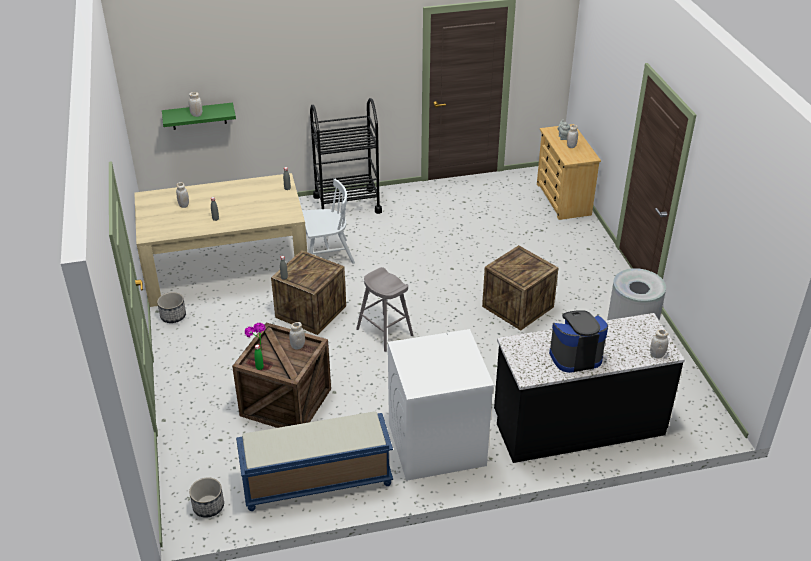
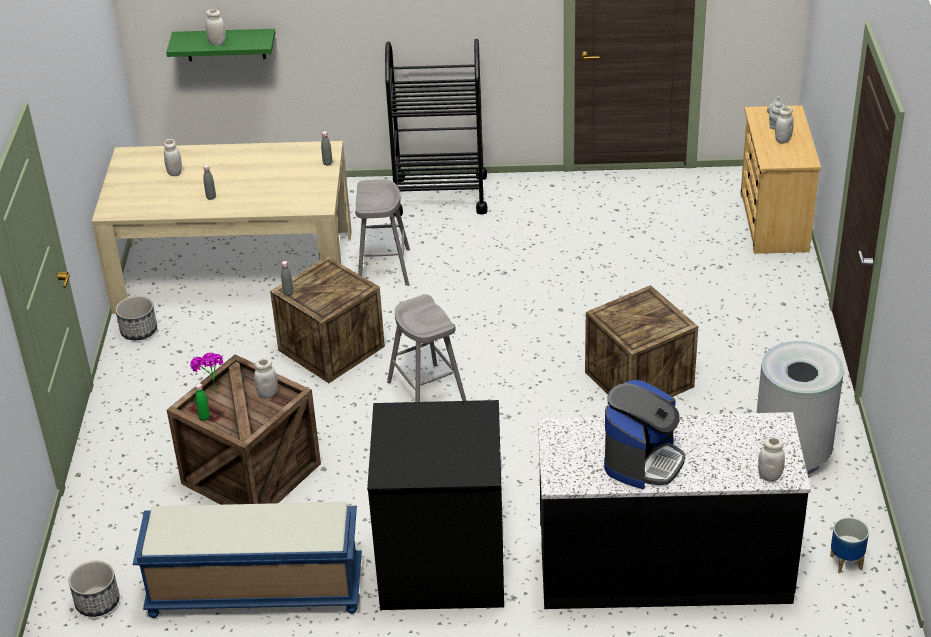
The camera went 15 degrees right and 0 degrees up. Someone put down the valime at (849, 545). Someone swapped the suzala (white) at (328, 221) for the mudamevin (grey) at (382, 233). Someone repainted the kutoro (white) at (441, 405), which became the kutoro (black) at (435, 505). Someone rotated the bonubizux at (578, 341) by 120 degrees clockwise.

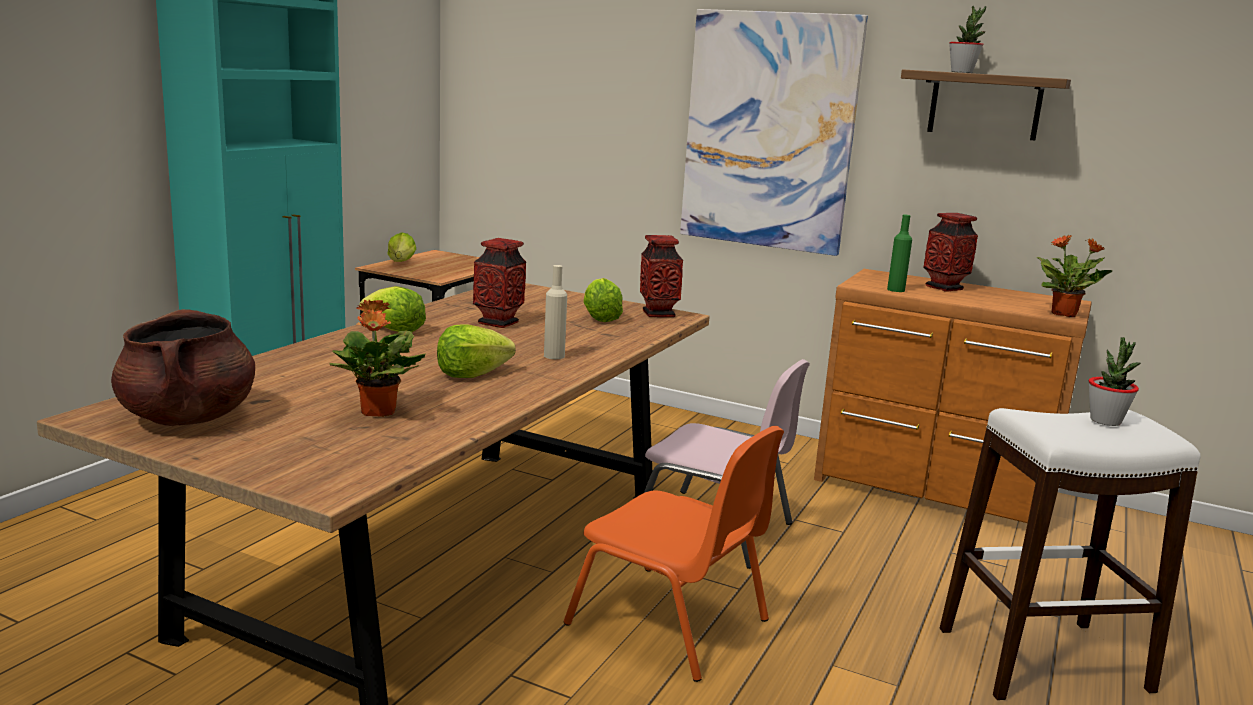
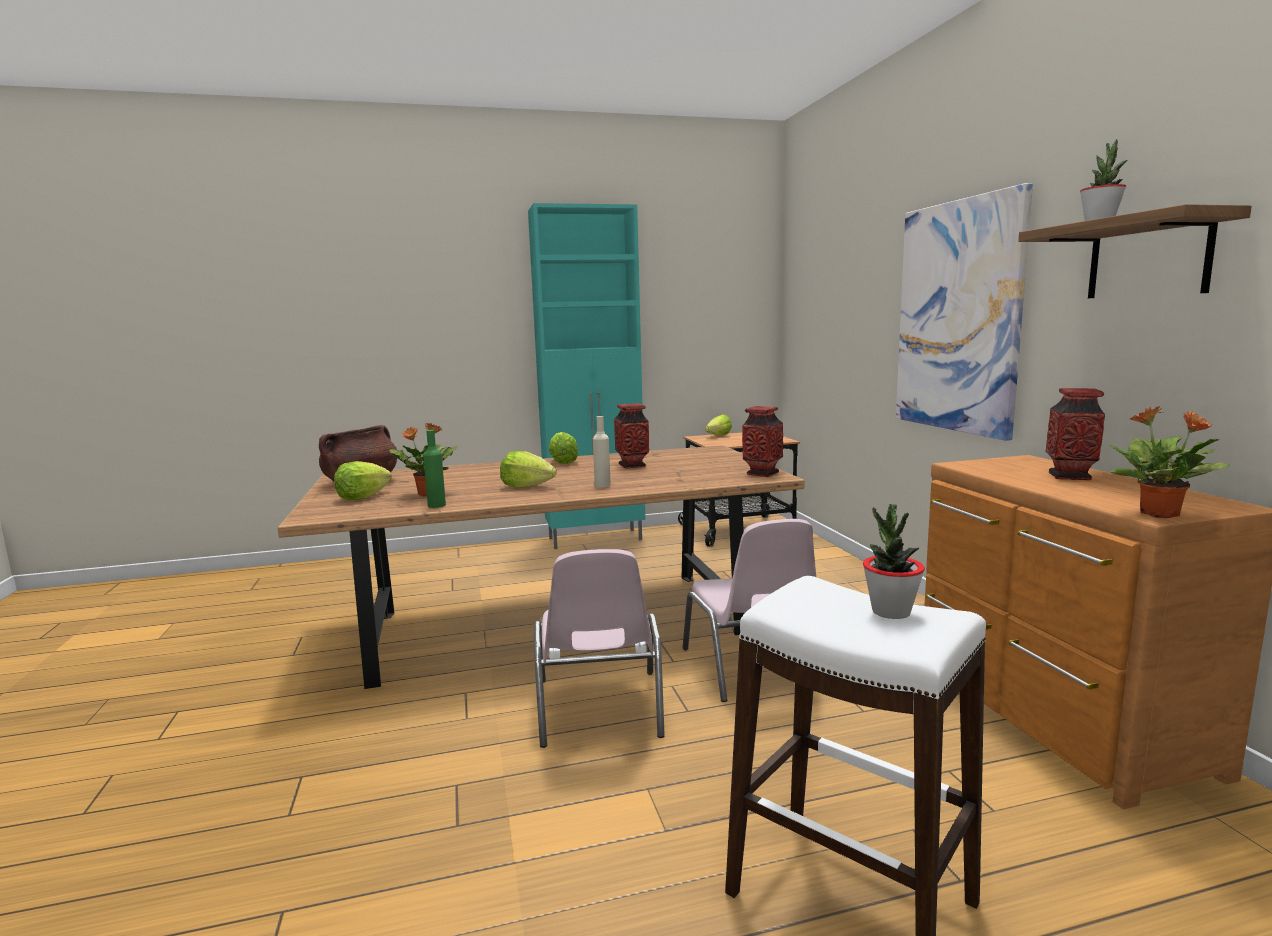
The camera went 50 degrees right and 5 degrees down. Someone carried the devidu from (603, 300) to (363, 480). Someone carried the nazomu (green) from (899, 253) to (434, 469). Someone repainted the suzala (orange) at (674, 554), which became the suzala (pink) at (599, 648).

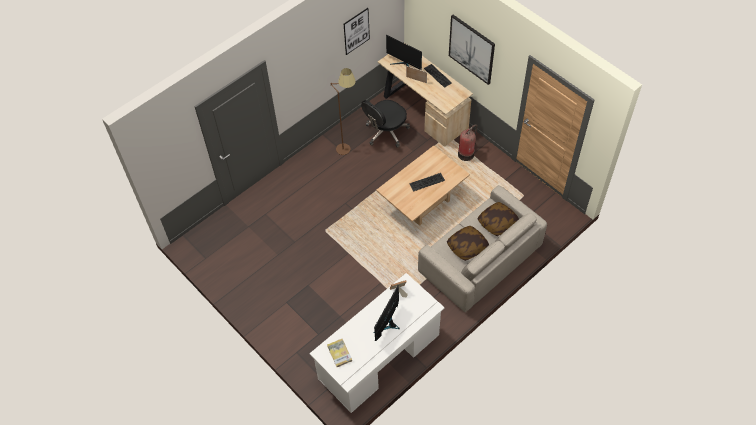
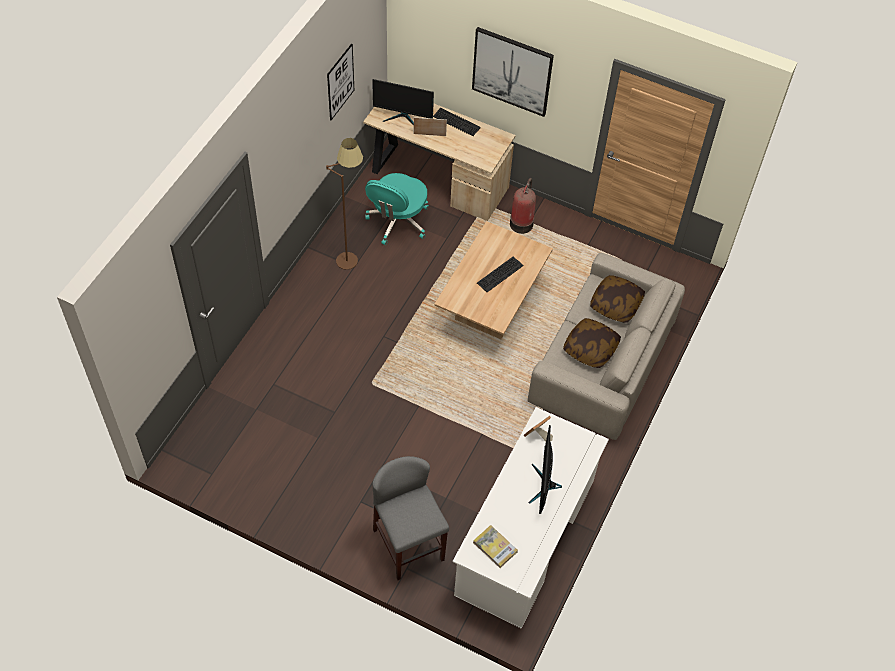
The camera went 25 degrees left and 0 degrees up. Someone put down the mudamevin (grey) at (411, 518). Someone repainted the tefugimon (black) at (385, 124), which became the tefugimon (turquoise) at (397, 209).

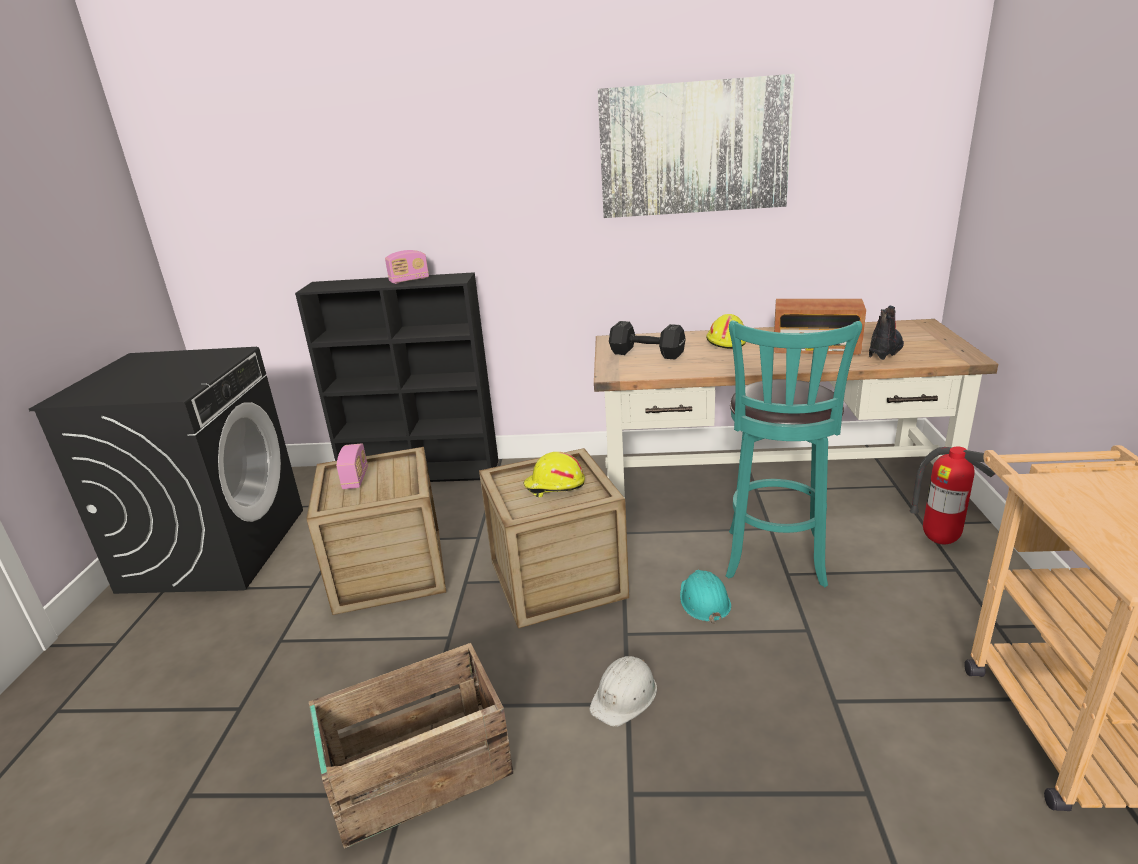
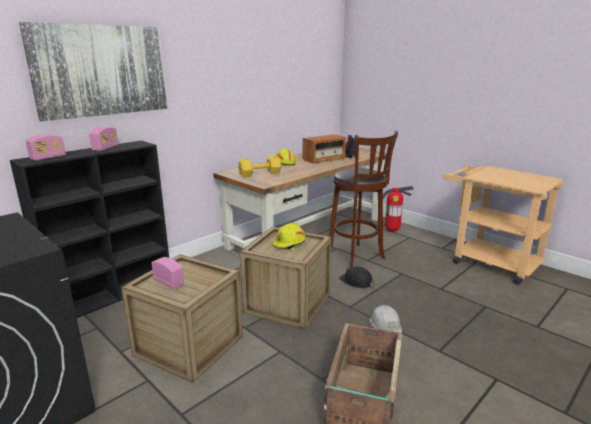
The camera went 50 degrees left and 5 degrees down. Someone put down the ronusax at (46, 147). Someone carried the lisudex from (696, 146) to (93, 71). Someone repainted the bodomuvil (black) at (647, 340), which became the bodomuvil (yellow) at (259, 166). Someone repainted the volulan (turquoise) at (705, 597), which became the volulan (black) at (357, 277). Someone repainted the mudamevin (turquoise) at (794, 453), which became the mudamevin (brown) at (363, 199).

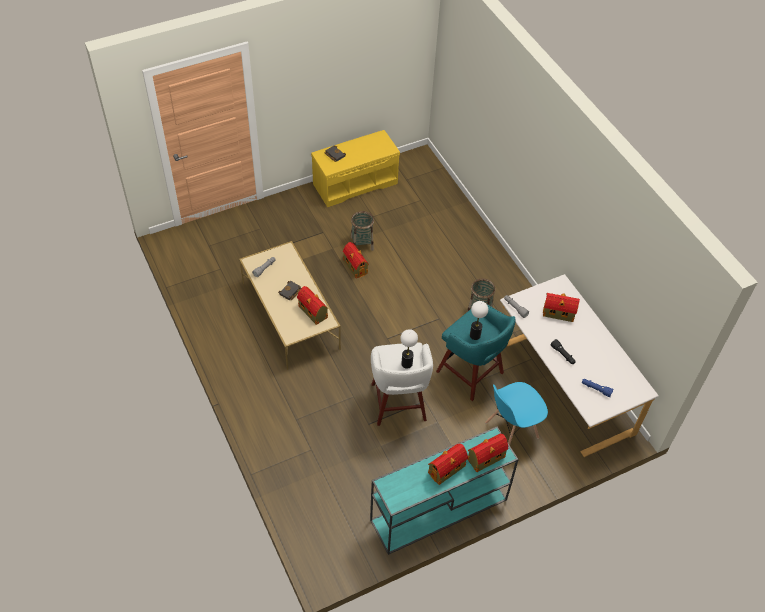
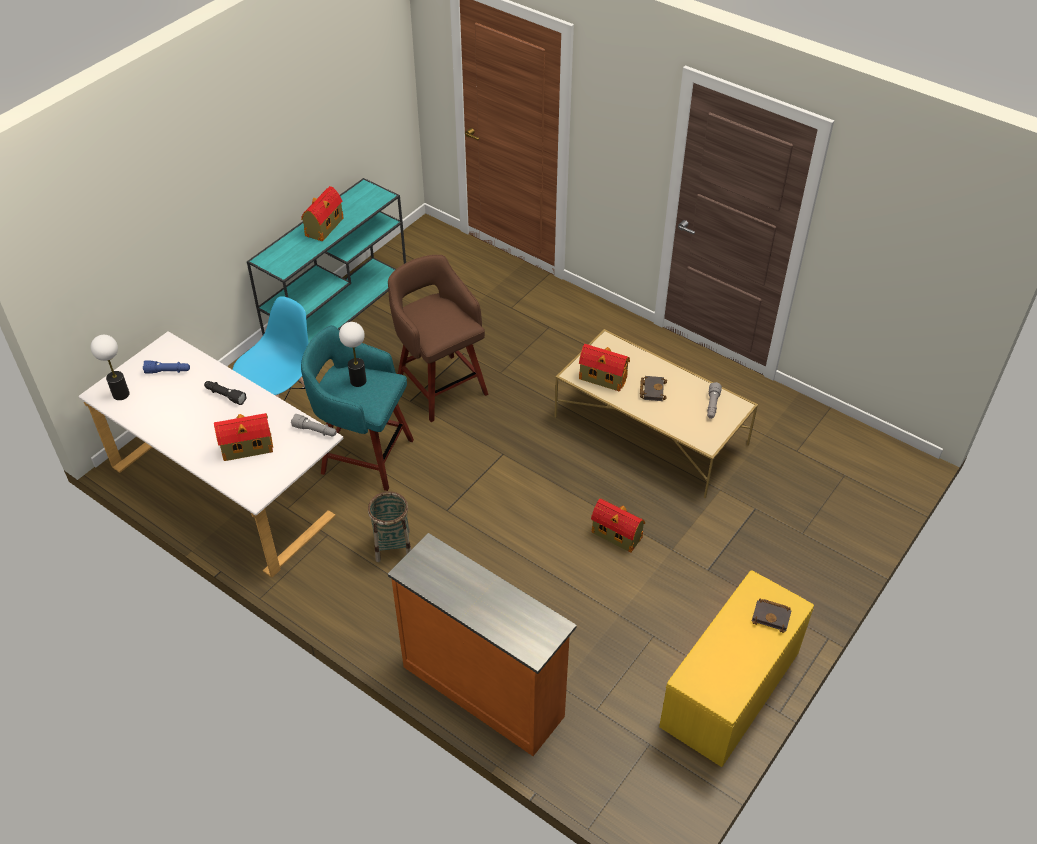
The camera went 155 degrees right and 5 degrees down. Someone took away the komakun at (362, 231). Someone took away the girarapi at (487, 453). Someone put down the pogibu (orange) at (482, 644). Someone carried the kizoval from (409, 349) to (110, 367). Someone repainted the mudamevin (white) at (402, 384), which became the mudamevin (brown) at (438, 338).

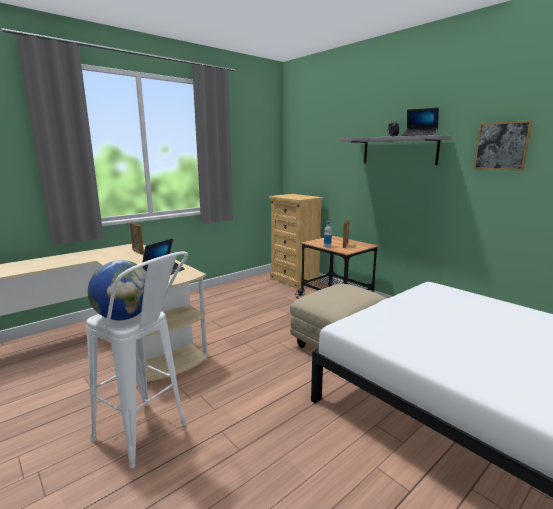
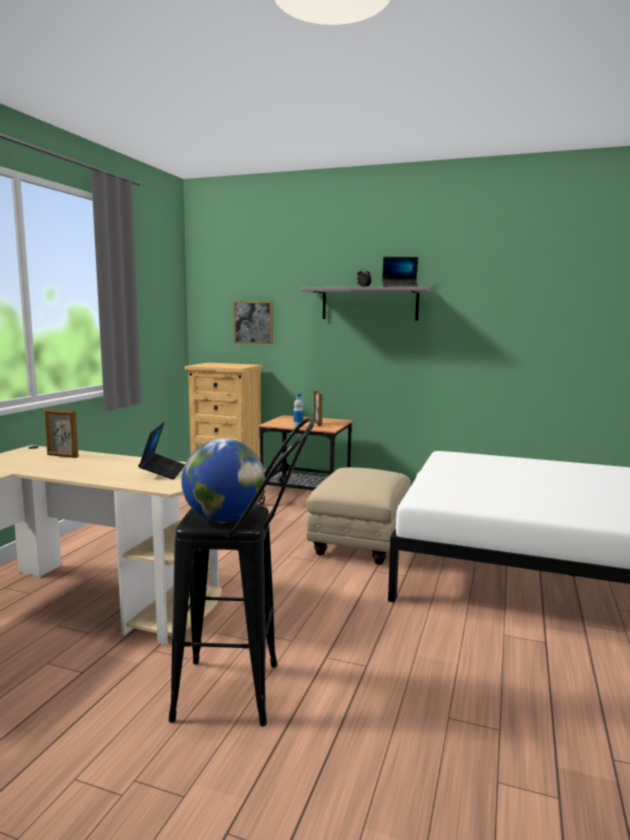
The camera went 30 degrees left and 5 degrees down. Someone carried the lisudex from (503, 145) to (253, 322). Someone repainted the mudamevin (white) at (137, 359), which became the mudamevin (black) at (242, 571).

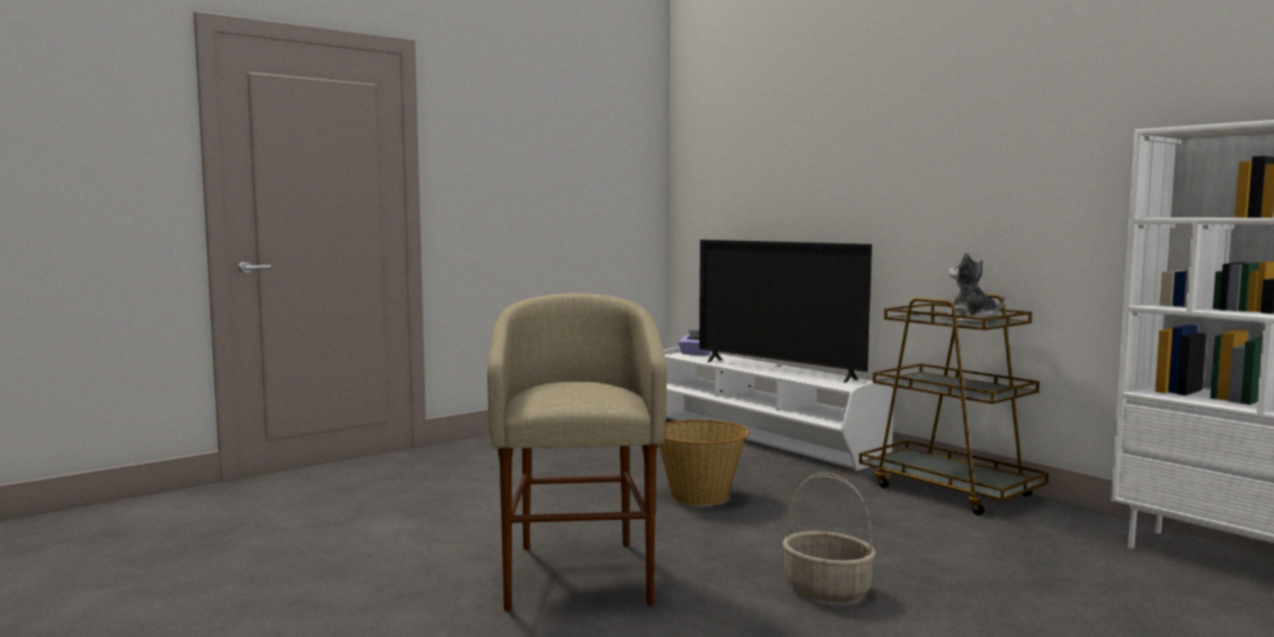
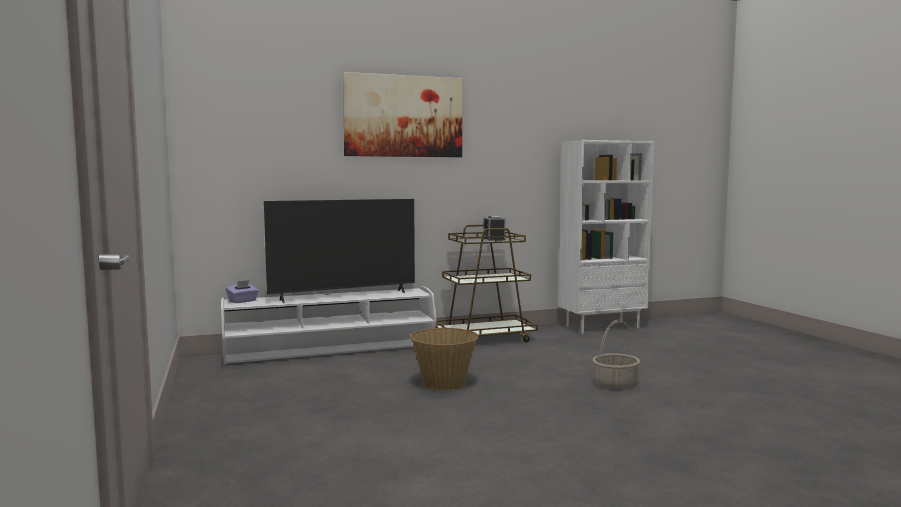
The camera went 70 degrees left and 0 degrees up. Someone took away the mudamevin (beige) at (577, 452). Someone put up the lisudex at (402, 114). Someone swapped the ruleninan at (974, 287) for the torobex at (494, 228).

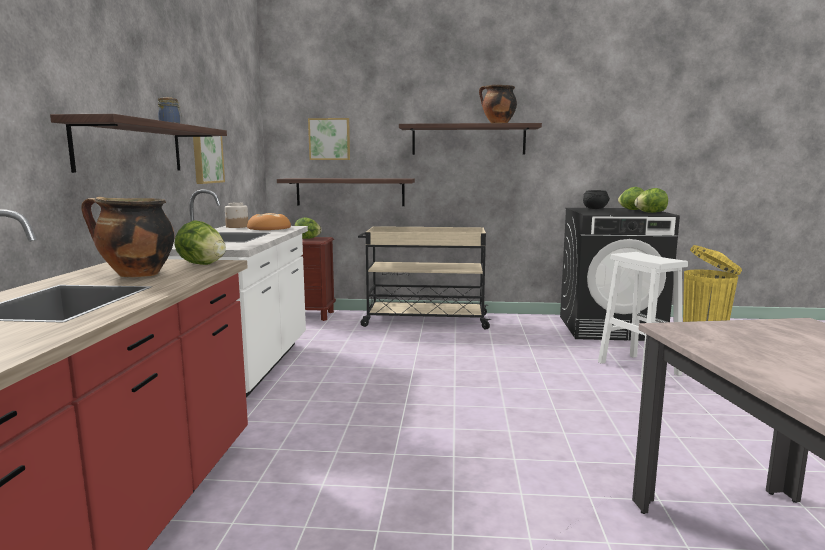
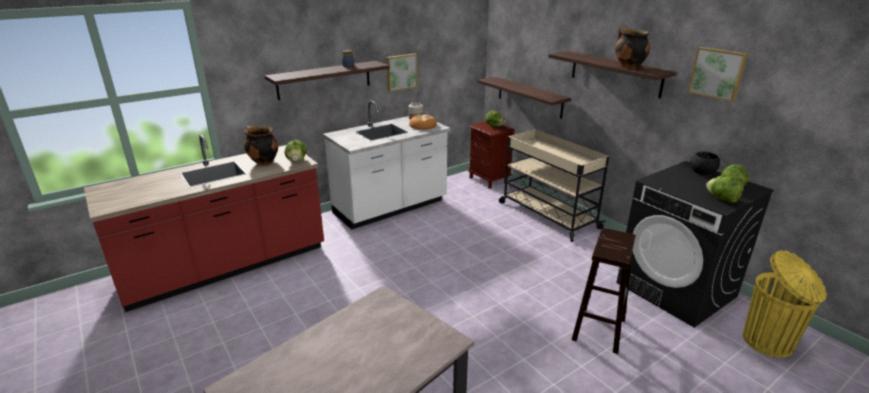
The camera went 50 degrees right and 15 degrees up. Someone carried the lisudex from (329, 139) to (718, 74). Someone repainted the mudamevin (white) at (643, 317), which became the mudamevin (brown) at (604, 291).

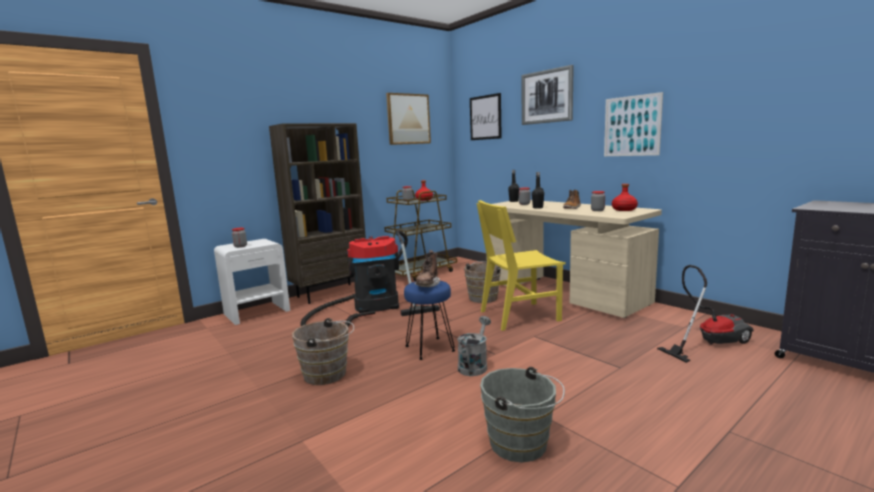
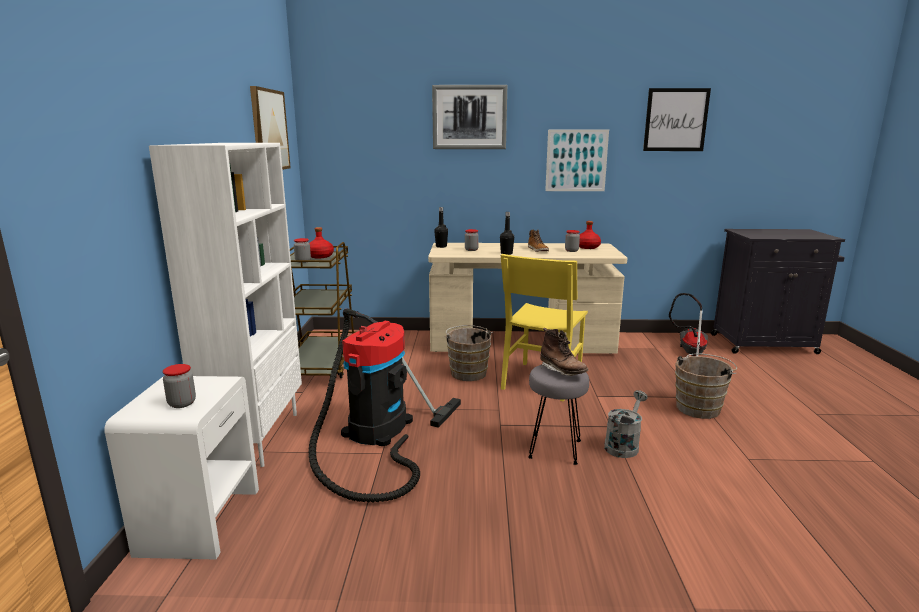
The camera went 50 degrees left and 5 degrees up. Someone took away the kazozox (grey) at (522, 415). Someone carried the kazozox (brown) from (323, 351) to (706, 386). Someone carried the lisudex from (486, 116) to (677, 119). Someone repainted the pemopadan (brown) at (317, 213), which became the pemopadan (white) at (225, 305). Someone repainted the mudamevin (blue) at (429, 320), which became the mudamevin (grey) at (558, 415). Someone rotated the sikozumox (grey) at (474, 346) by 60 degrees clockwise.

